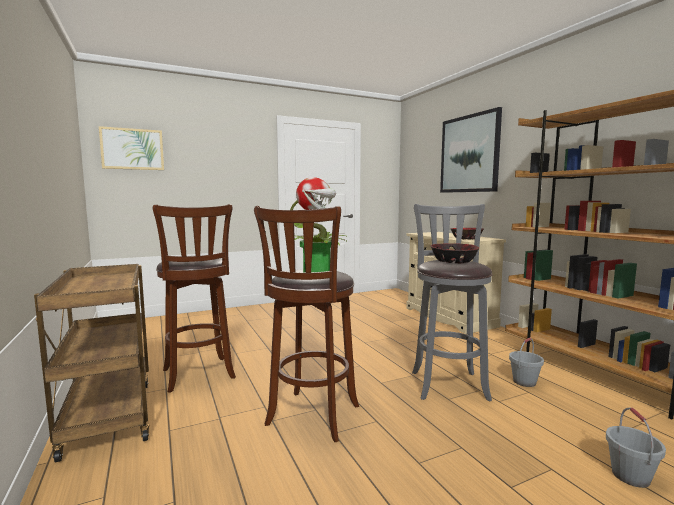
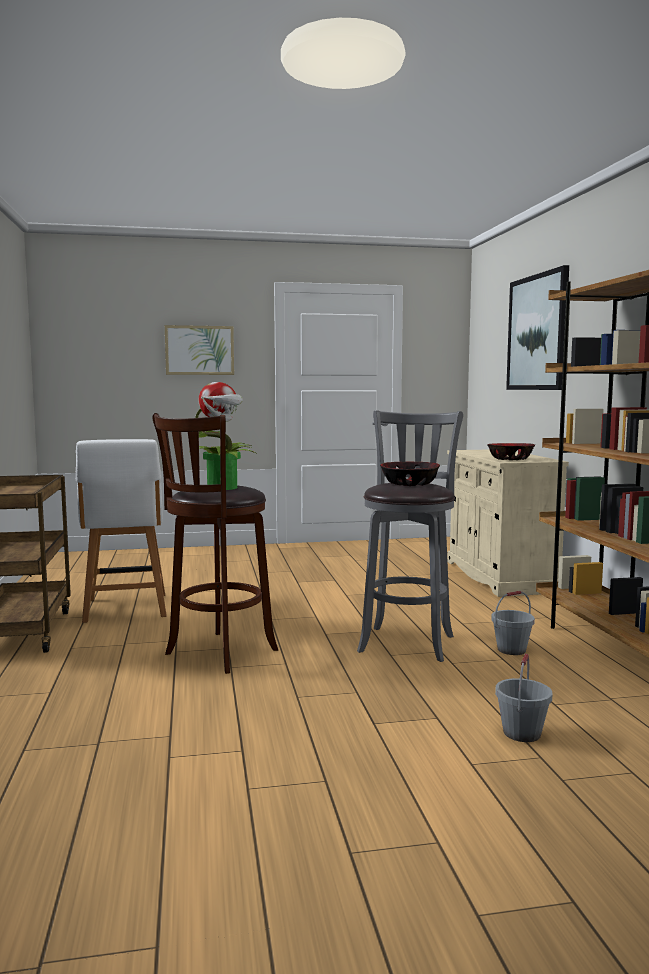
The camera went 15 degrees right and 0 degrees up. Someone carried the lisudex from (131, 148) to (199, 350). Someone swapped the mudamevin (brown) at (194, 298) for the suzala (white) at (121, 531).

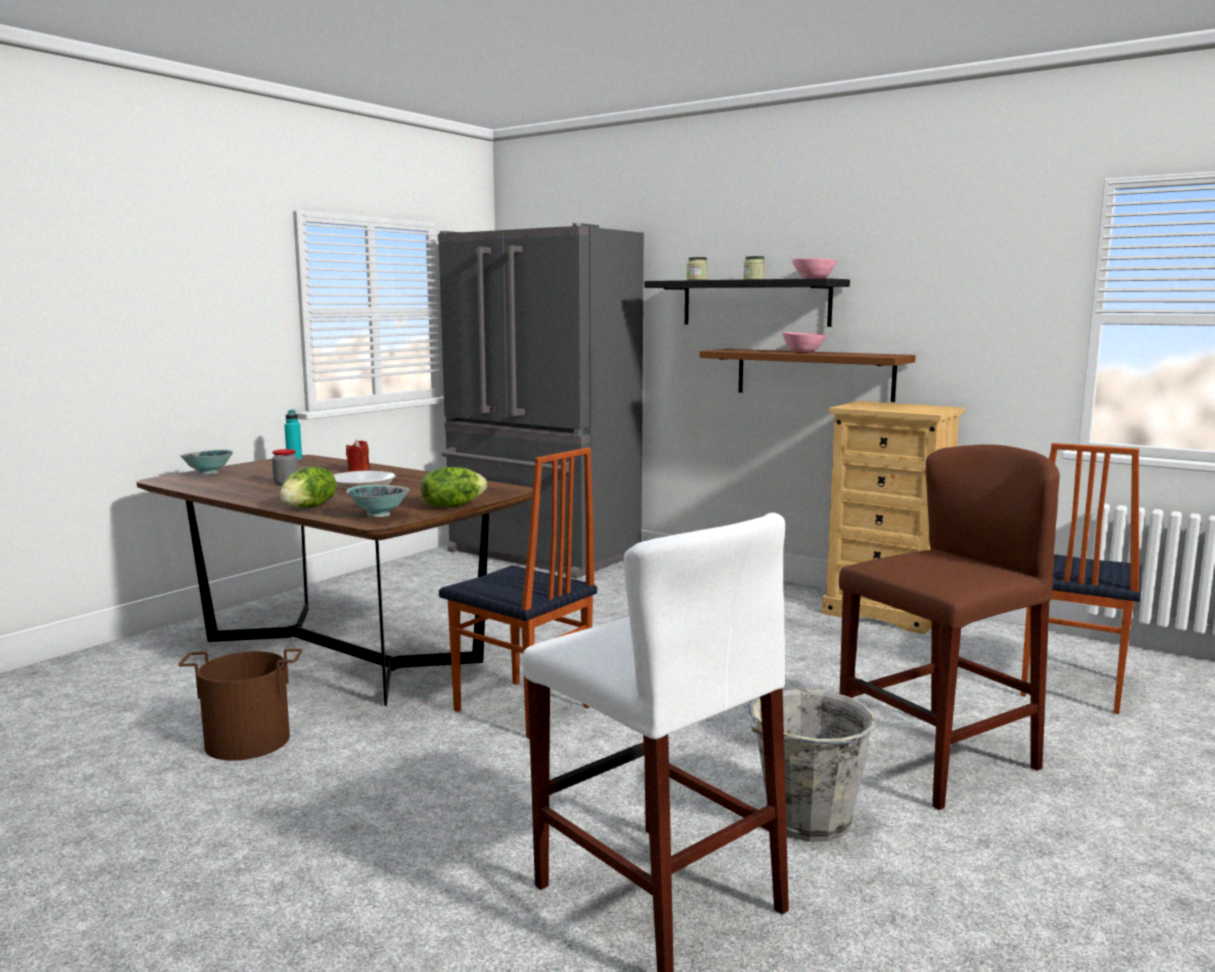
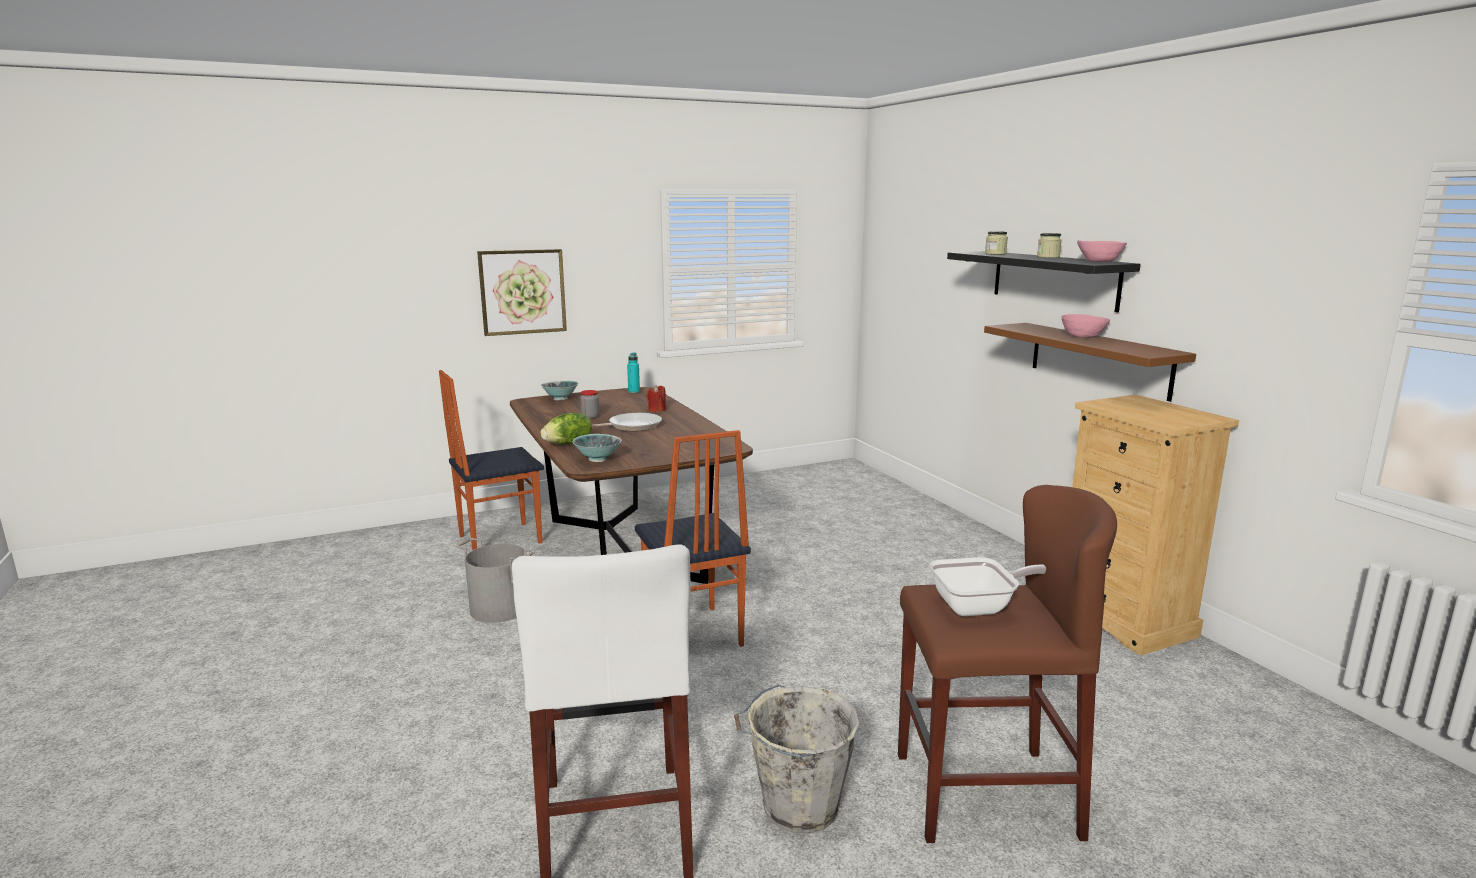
The camera went 30 degrees right and 5 degrees up. Someone took away the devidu at (454, 487). Someone took away the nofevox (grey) at (541, 400). Someone put up the lisudex at (522, 292). Someone put down the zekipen at (987, 586). Someone carried the suzala from (1081, 578) to (491, 460). Someone repainted the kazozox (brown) at (240, 705), which became the kazozox (grey) at (495, 580).

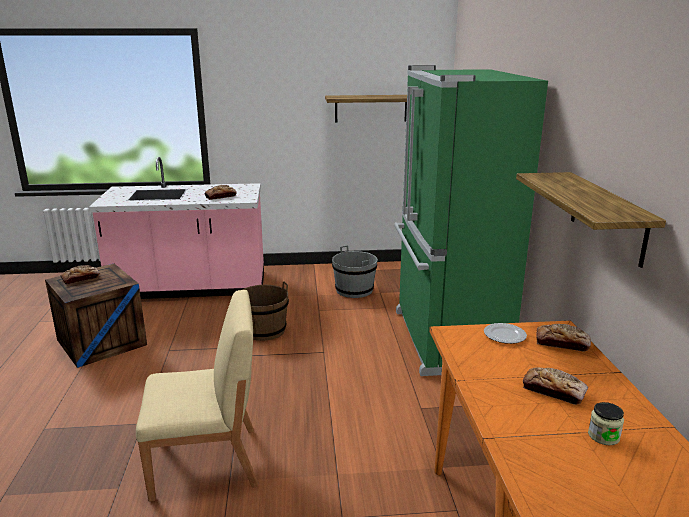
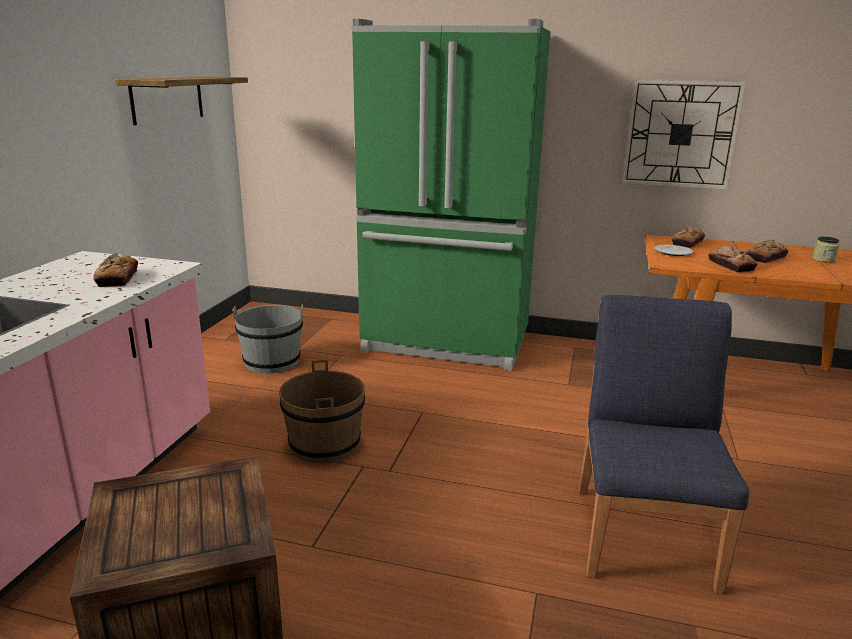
The camera went 70 degrees left and 0 degrees up. Someone carried the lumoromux from (80, 275) to (733, 259). Someone swapped the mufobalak at (591, 220) for the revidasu at (684, 134). Someone repainted the suzala (beige) at (197, 396), which became the suzala (blue) at (664, 444).

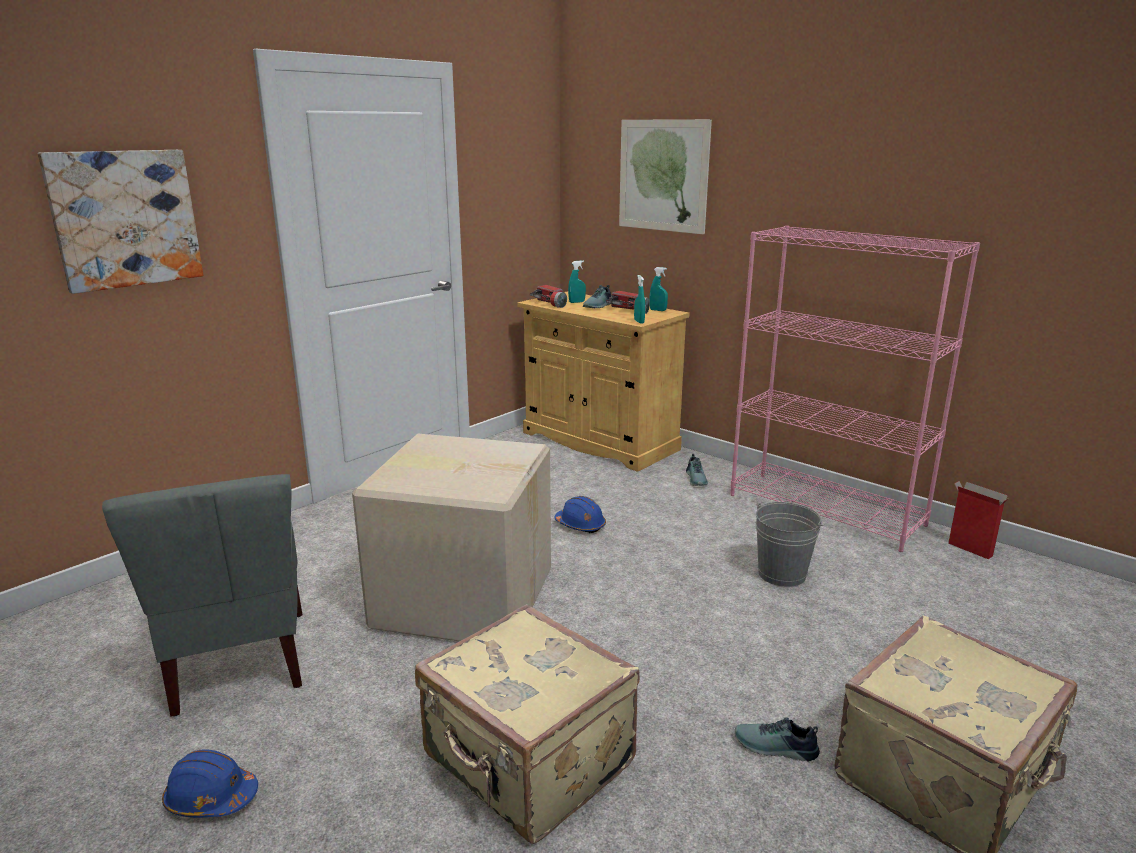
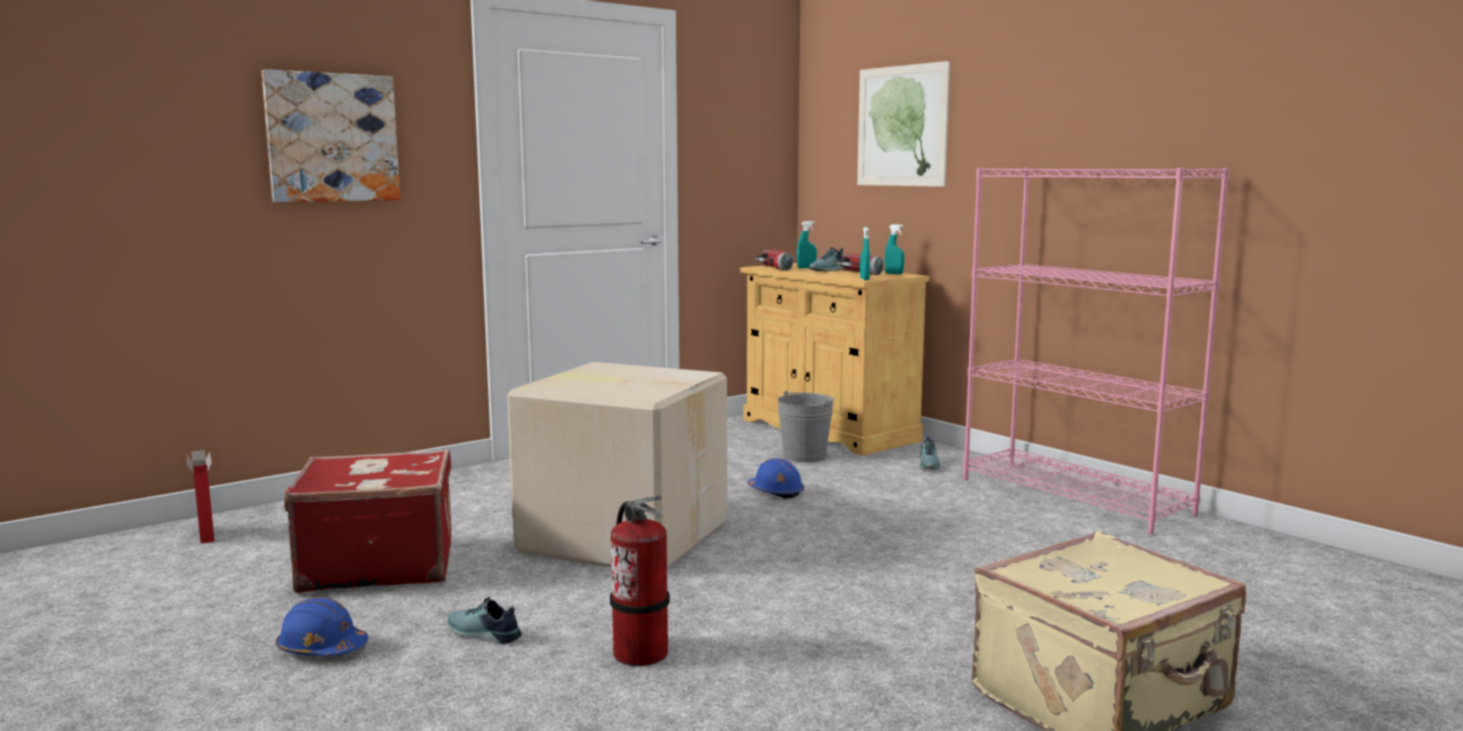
The camera went 10 degrees right and 10 degrees down. Someone carried the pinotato from (777, 739) to (484, 620). Someone carried the kazozox (grey) from (790, 544) to (805, 427). Someone carried the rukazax from (978, 520) to (200, 496). Someone swapped the suzala (grey) at (202, 595) for the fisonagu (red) at (368, 521). Someone swapped the fisonagu (beige) at (527, 724) for the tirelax at (640, 581).

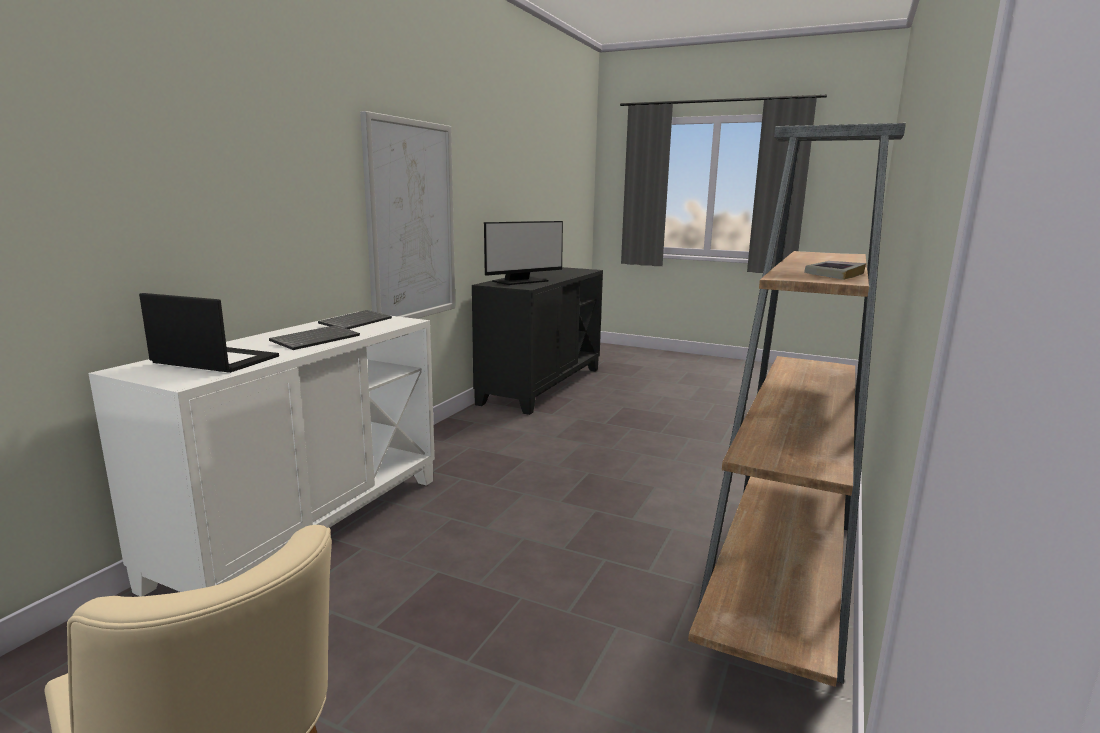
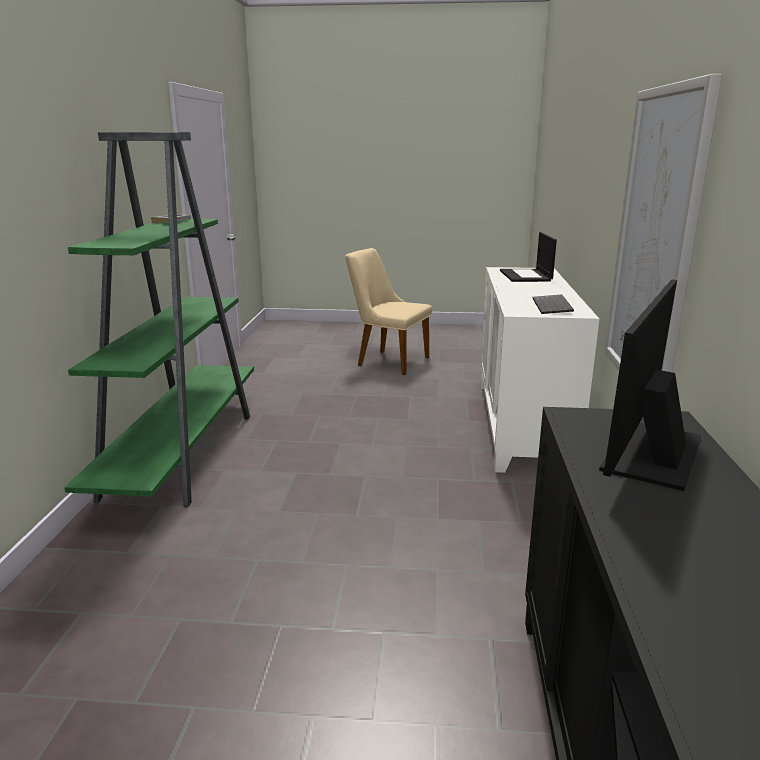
The camera went 160 degrees right and 5 degrees up. Someone took away the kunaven at (314, 337). Someone repainted the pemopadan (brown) at (797, 405), which became the pemopadan (green) at (159, 319). Someone rotated the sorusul at (209, 333) by 90 degrees clockwise.

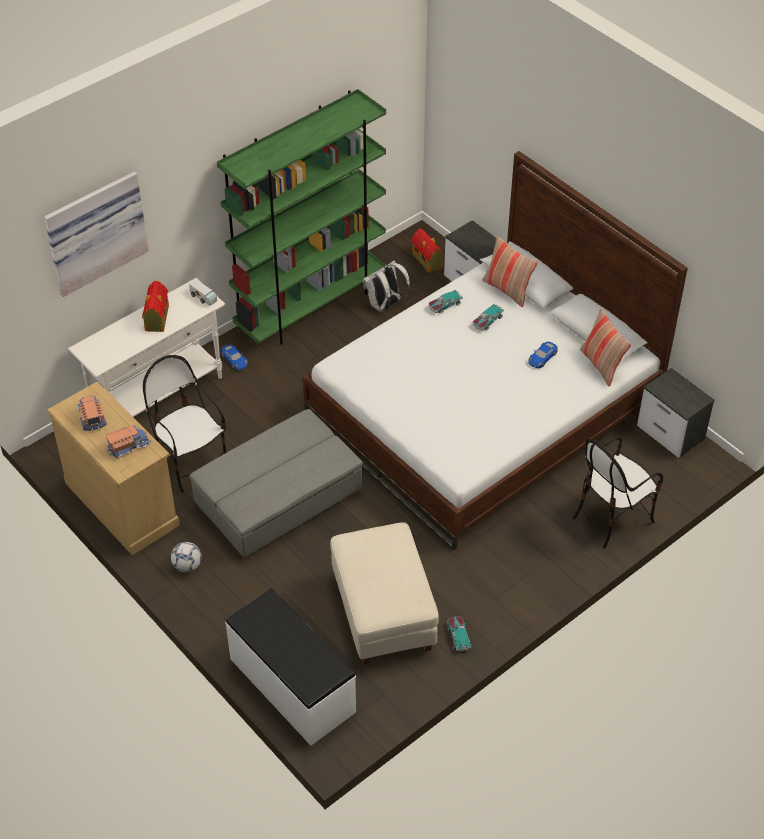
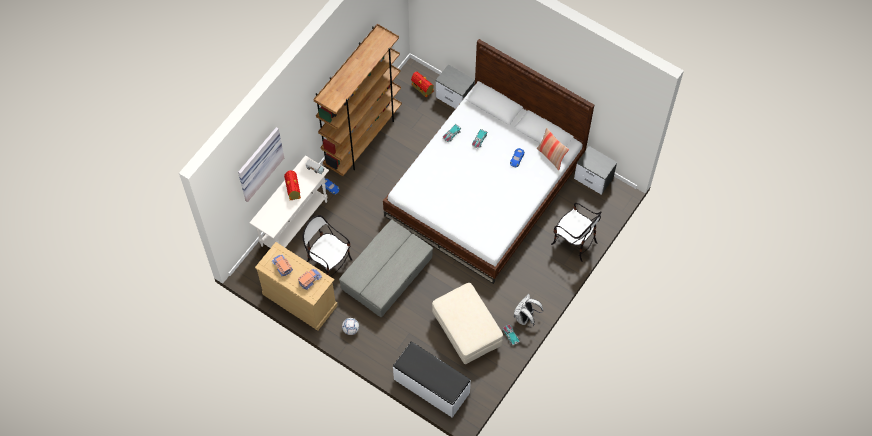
The camera went 15 degrees left and 15 degrees up. Someone took away the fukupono at (510, 271). Someone carried the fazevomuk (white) from (386, 286) to (528, 310). Someone repainted the pemopadan (green) at (301, 217), which became the pemopadan (brown) at (357, 100). Someone rotated the suzala at (617, 493) by 90 degrees counterclockwise.

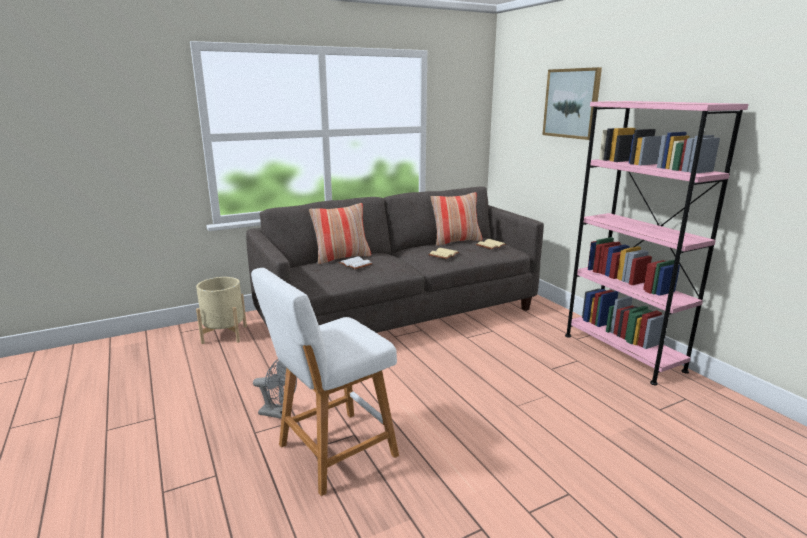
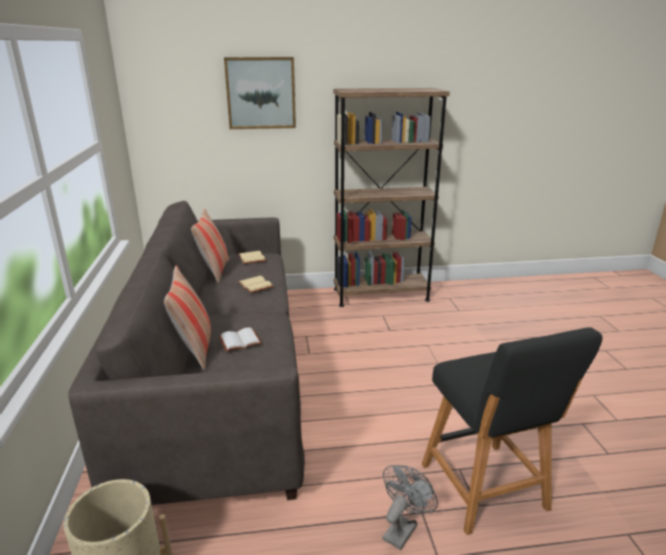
The camera went 70 degrees left and 5 degrees up. Someone repainted the mudamevin (white) at (325, 382), which became the mudamevin (black) at (512, 431). Someone repainted the pemopadan (pink) at (657, 243), which became the pemopadan (brown) at (391, 197).

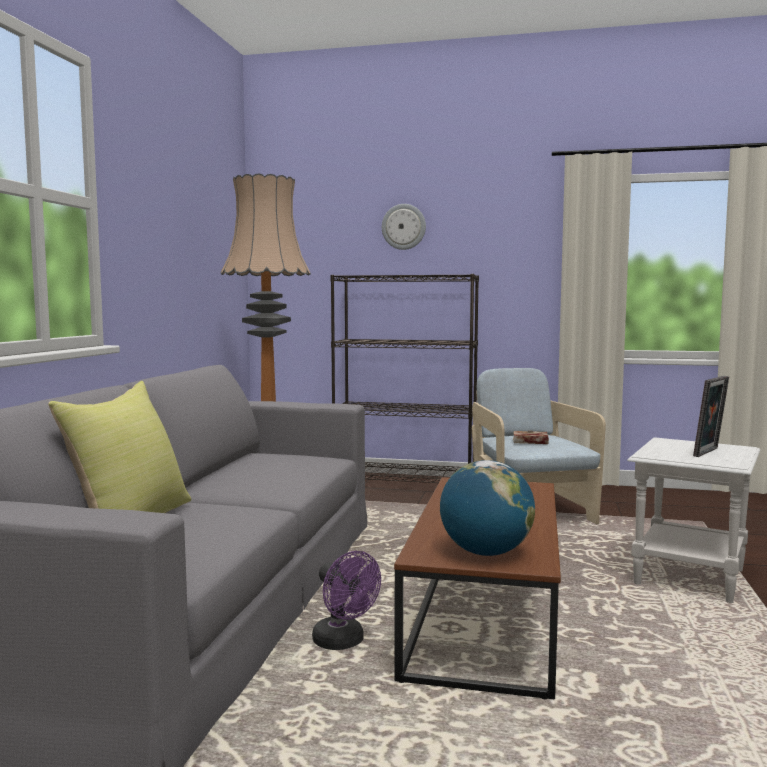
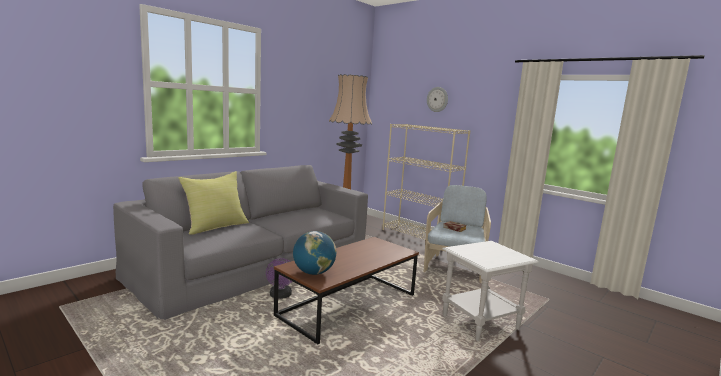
The camera went 30 degrees right and 5 degrees up. Someone took away the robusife at (711, 416). Someone repainted the pemopadan (black) at (404, 378), which became the pemopadan (beige) at (426, 182).

